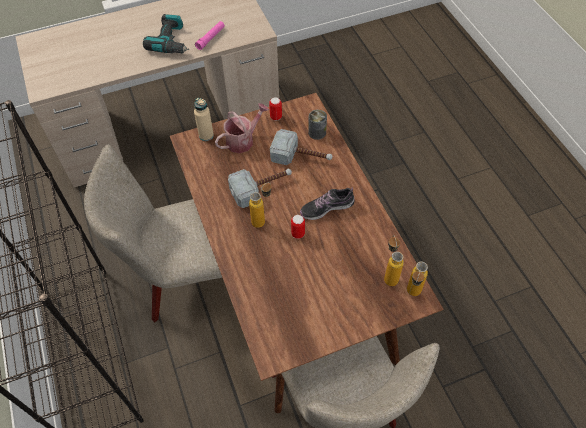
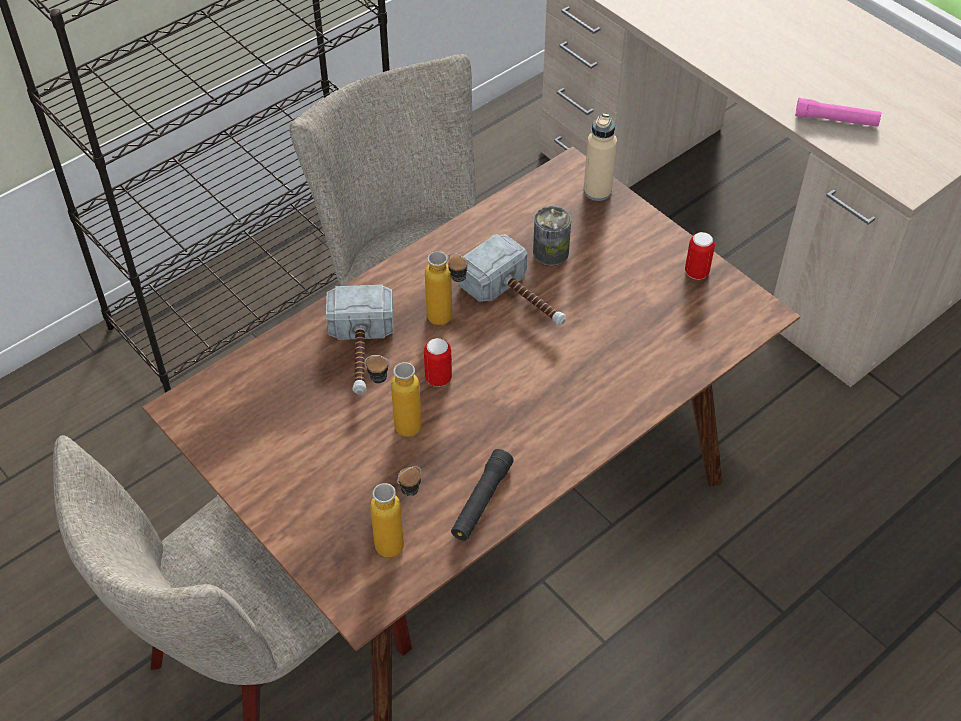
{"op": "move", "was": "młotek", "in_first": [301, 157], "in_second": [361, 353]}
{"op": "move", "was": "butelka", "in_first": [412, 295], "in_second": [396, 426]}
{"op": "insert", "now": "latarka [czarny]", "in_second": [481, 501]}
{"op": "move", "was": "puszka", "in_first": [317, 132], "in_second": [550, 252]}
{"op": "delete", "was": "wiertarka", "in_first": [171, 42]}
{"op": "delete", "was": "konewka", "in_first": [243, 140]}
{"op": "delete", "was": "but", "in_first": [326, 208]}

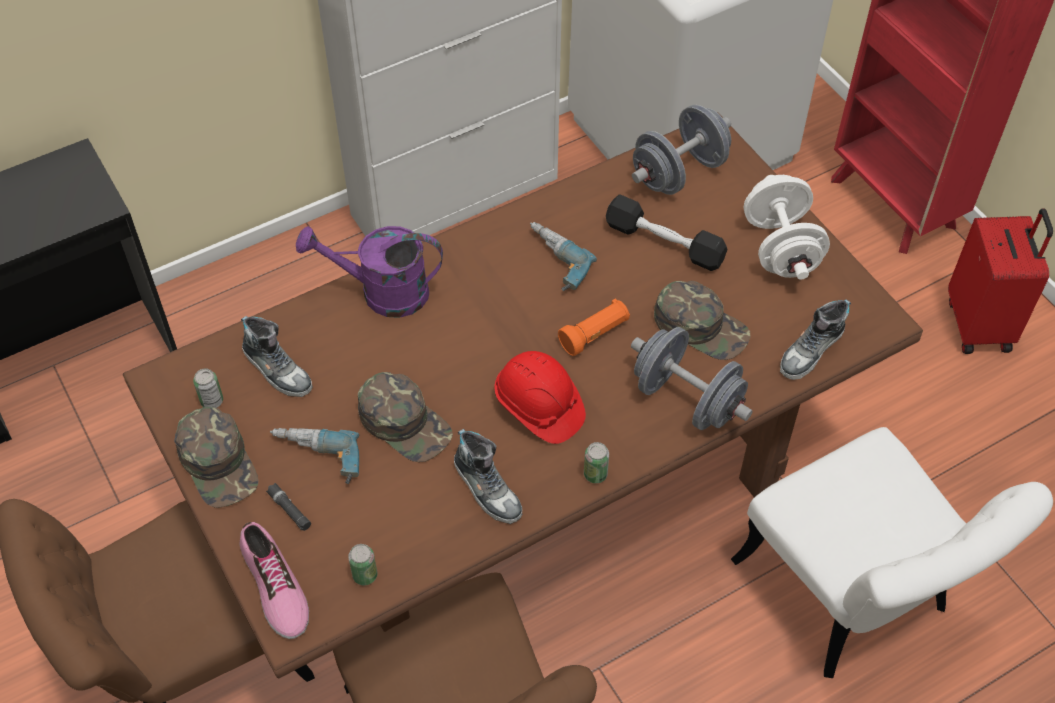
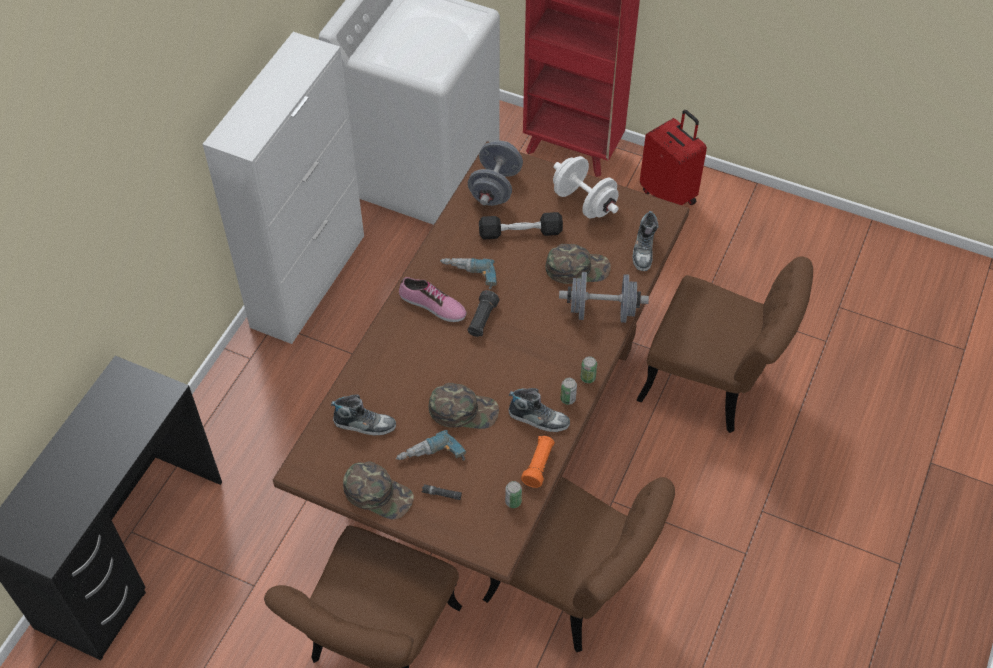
{"op": "move", "was": "but", "in_first": [274, 587], "in_second": [432, 306]}
{"op": "insert", "now": "latarka [czarny]", "in_second": [482, 320]}
{"op": "move", "was": "latarka [pomarańczowy]", "in_first": [594, 335], "in_second": [539, 465]}
{"op": "move", "was": "puszka", "in_first": [212, 401], "in_second": [568, 399]}
{"op": "recolor", "was": "krzesło [biały]", "now": "krzesło [brązowy]", "in_first": [854, 601], "in_second": [715, 384]}
{"op": "delete", "was": "konewka [fioletowy]", "in_first": [382, 293]}
{"op": "delete", "was": "kask [czerwony]", "in_first": [539, 407]}

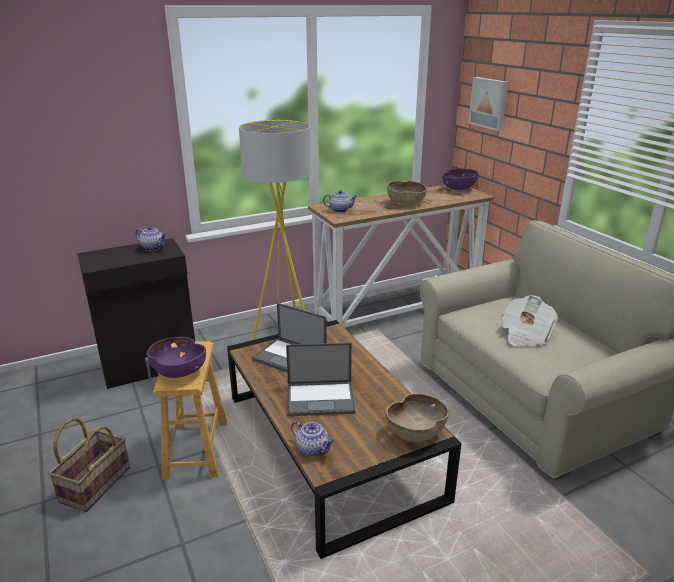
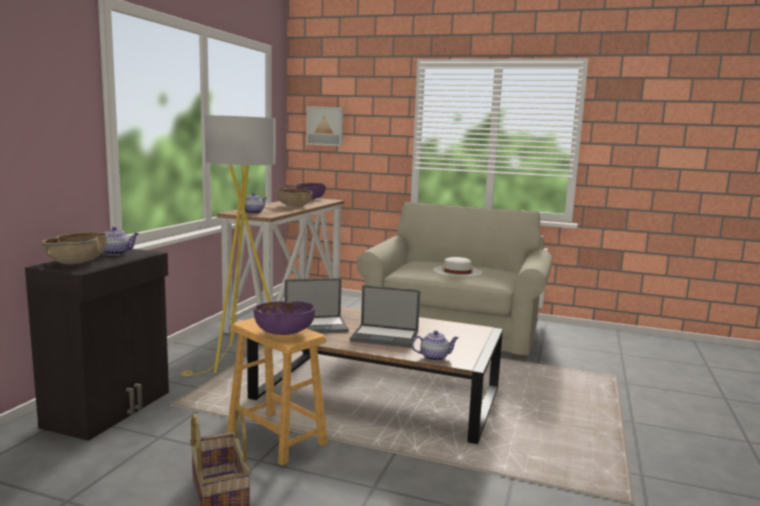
{"op": "move", "was": "miska [brązowy]", "in_first": [416, 432], "in_second": [77, 263]}
{"op": "rotate", "was": "laptop", "in_first": [321, 398], "in_second": [385, 336], "clockwise": 60}
{"op": "replace", "was": "gazeta", "now": "kapelusz [biały]", "in_first": [525, 334], "in_second": [457, 271]}

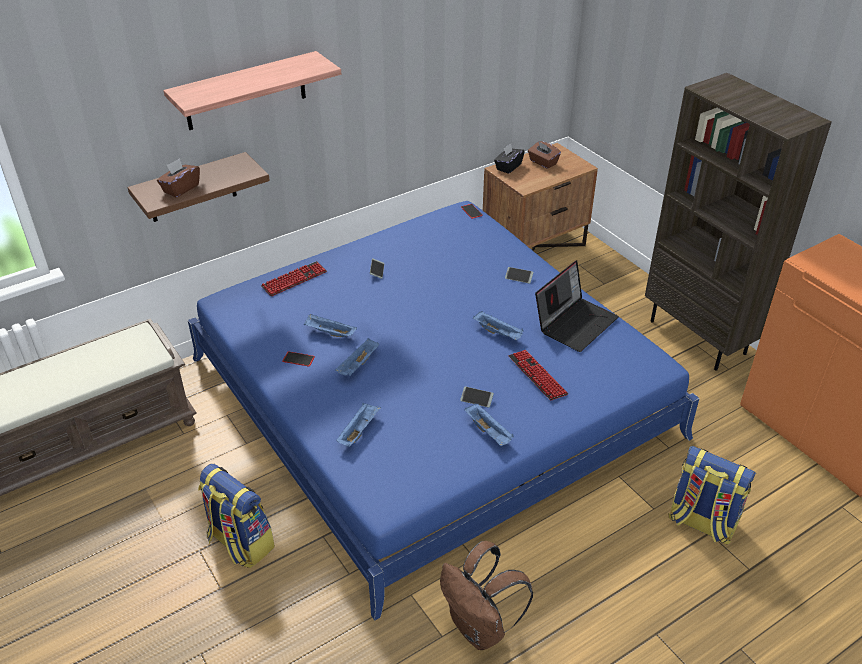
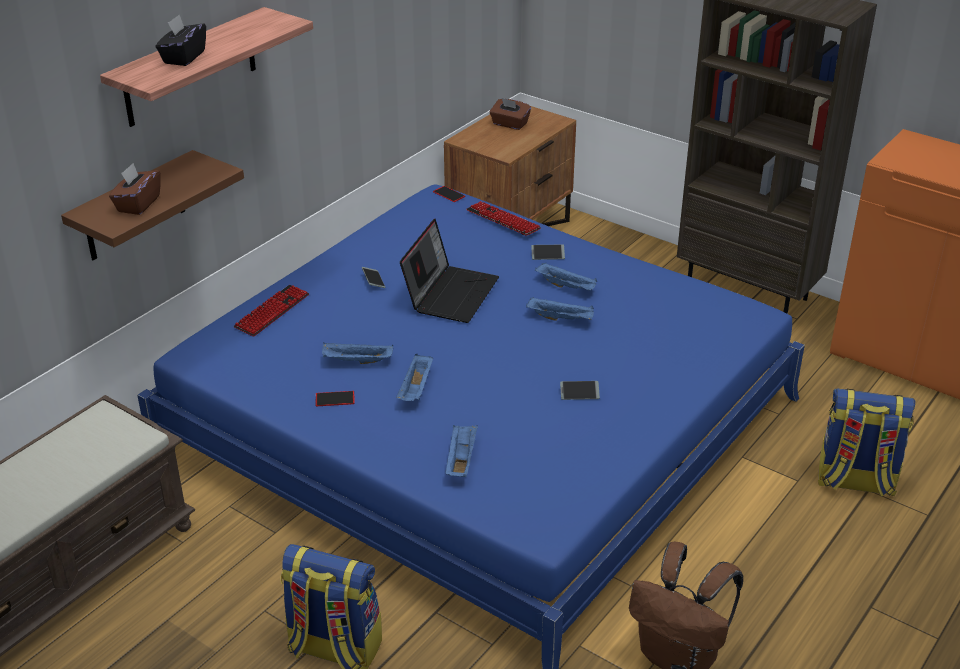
{"op": "move", "was": "pudełko chusteczek [czarny]", "in_first": [508, 167], "in_second": [183, 57]}
{"op": "move", "was": "laptop", "in_first": [575, 322], "in_second": [450, 293]}
{"op": "move", "was": "klawiatura", "in_first": [537, 376], "in_second": [503, 220]}
{"op": "move", "was": "taca [niebieski]", "in_first": [489, 432], "in_second": [566, 286]}

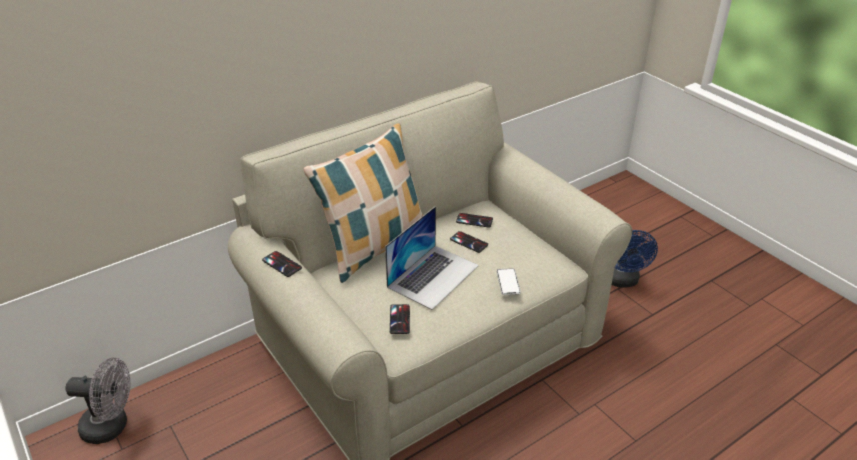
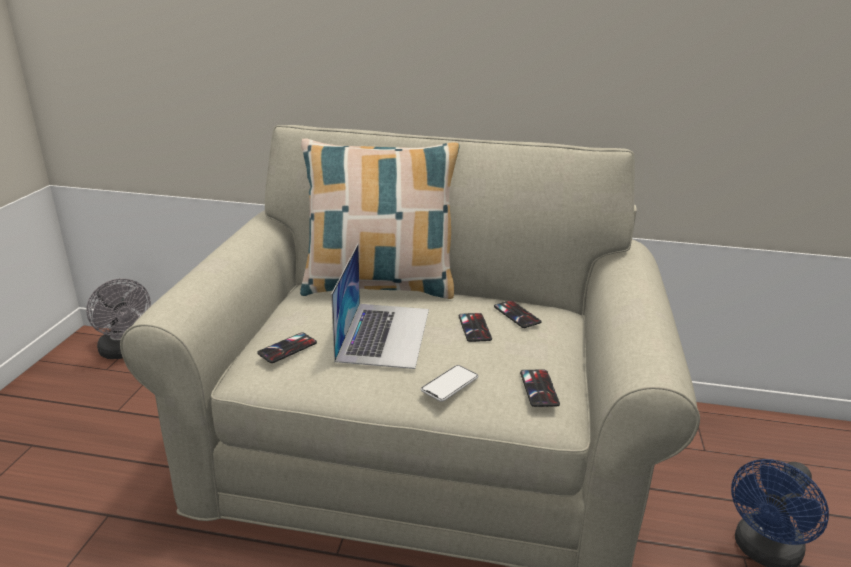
{"op": "rotate", "was": "laptop", "in_first": [433, 276], "in_second": [384, 334], "clockwise": -75}
{"op": "move", "was": "telefon", "in_first": [282, 264], "in_second": [539, 388]}

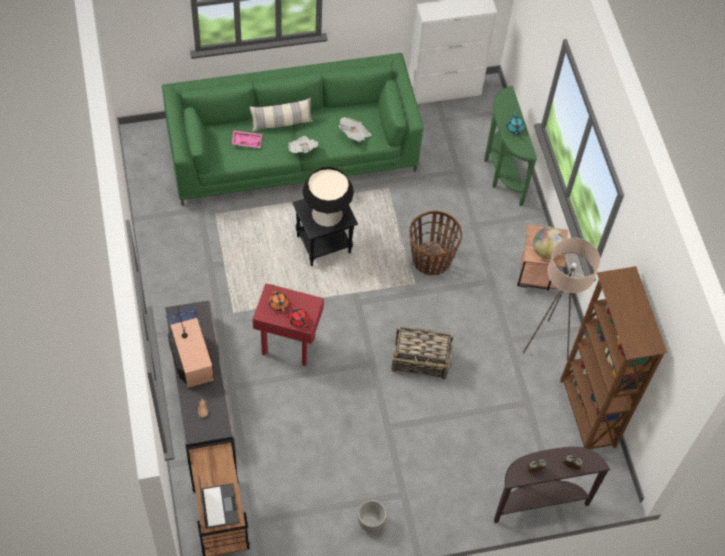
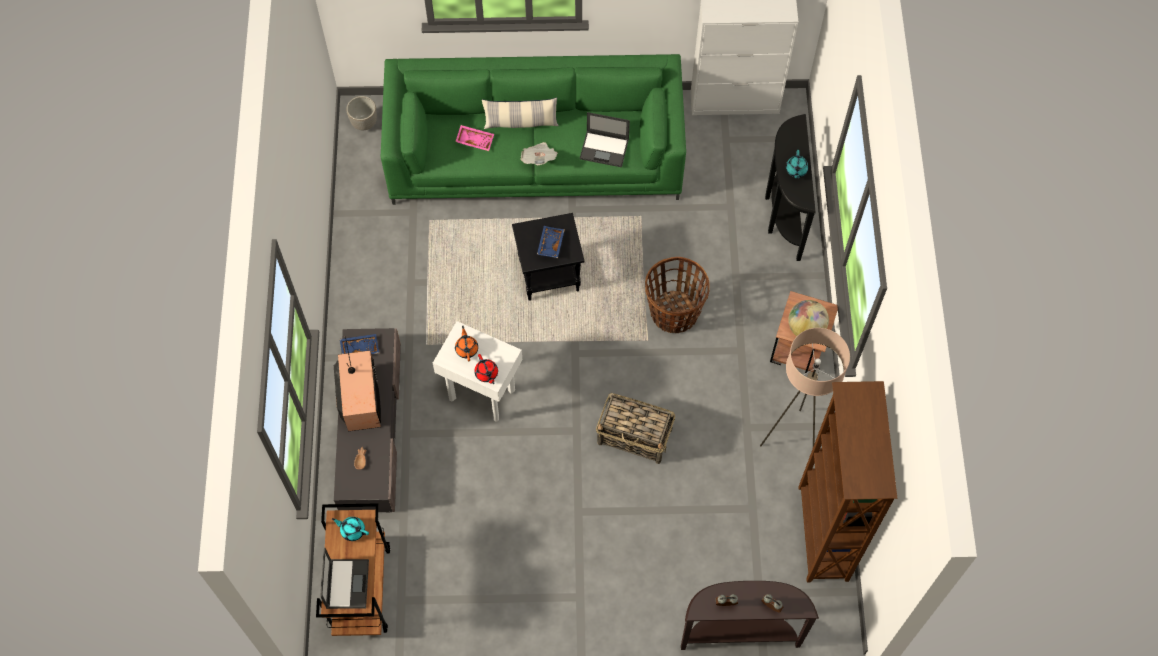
{"op": "insert", "now": "imbryk [turkusowy]", "in_second": [352, 530]}
{"op": "move", "was": "donica", "in_first": [371, 522], "in_second": [364, 123]}
{"op": "recolor", "was": "stolik [czerwony]", "now": "stolik [biały]", "in_first": [288, 345], "in_second": [482, 393]}
{"op": "replace", "was": "lampa stołowa", "now": "taca [niebieski]", "in_first": [327, 214], "in_second": [550, 244]}
{"op": "replace", "was": "gazeta", "now": "laptop", "in_first": [354, 135], "in_second": [605, 149]}
{"op": "recolor", "was": "stolik konsolowy [zielony]", "now": "stolik konsolowy [czarny]", "in_first": [500, 172], "in_second": [782, 215]}

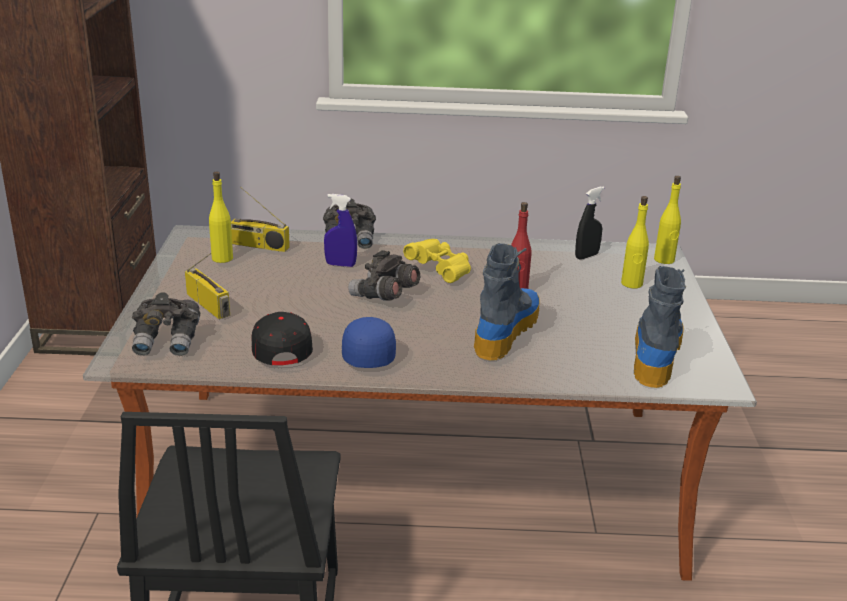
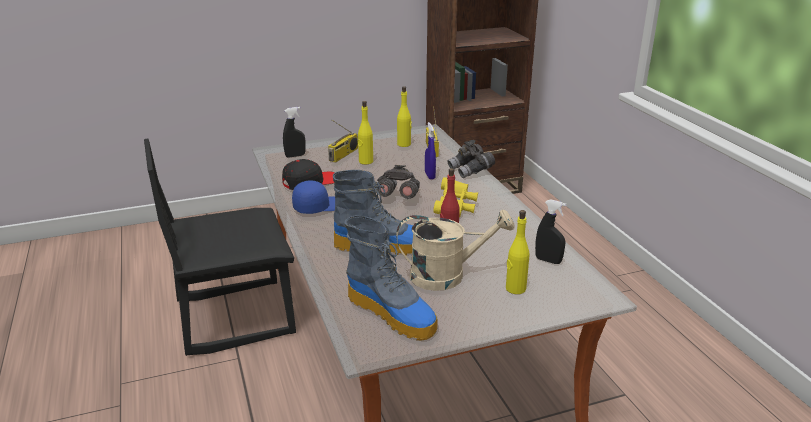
{"op": "replace", "was": "lornetka [szary]", "now": "spryskiwacz [czarny]", "in_first": [168, 342], "in_second": [295, 156]}
{"op": "rotate", "was": "but z cholewką", "in_first": [655, 354], "in_second": [392, 314], "clockwise": 45}
{"op": "move", "was": "butelka [żółty]", "in_first": [664, 260], "in_second": [365, 161]}
{"op": "insert", "now": "konewka [beżowy]", "in_second": [447, 275]}

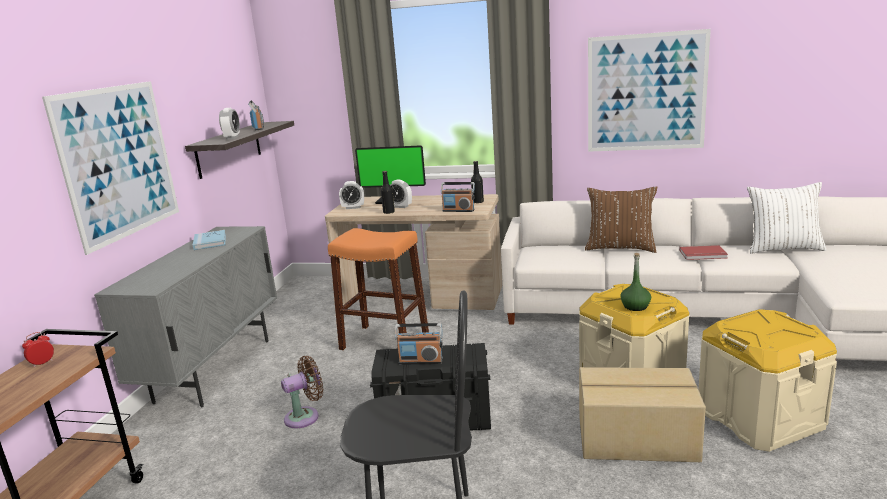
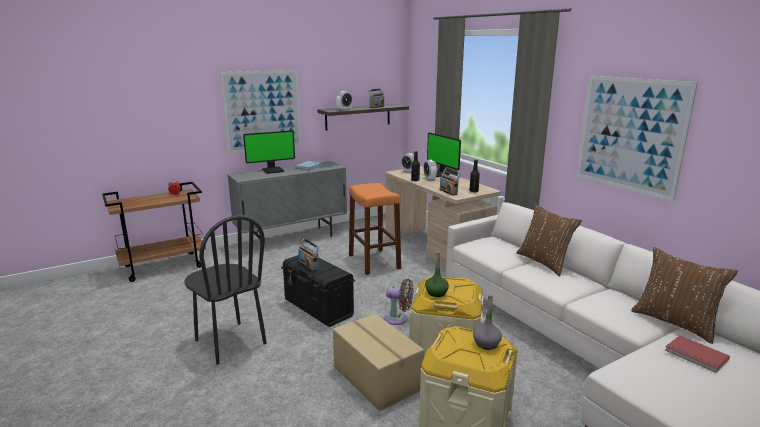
{"op": "insert", "now": "monitor", "in_second": [273, 170]}
{"op": "move", "was": "wentylator [brązowy]", "in_first": [305, 416], "in_second": [398, 319]}
{"op": "insert", "now": "butelka [szary]", "in_second": [486, 343]}
{"op": "recolor", "was": "poduszka [biały]", "now": "poduszka [brązowy]", "in_first": [783, 248], "in_second": [674, 323]}
{"op": "move", "was": "książka [czerwony]", "in_first": [703, 255], "in_second": [695, 356]}

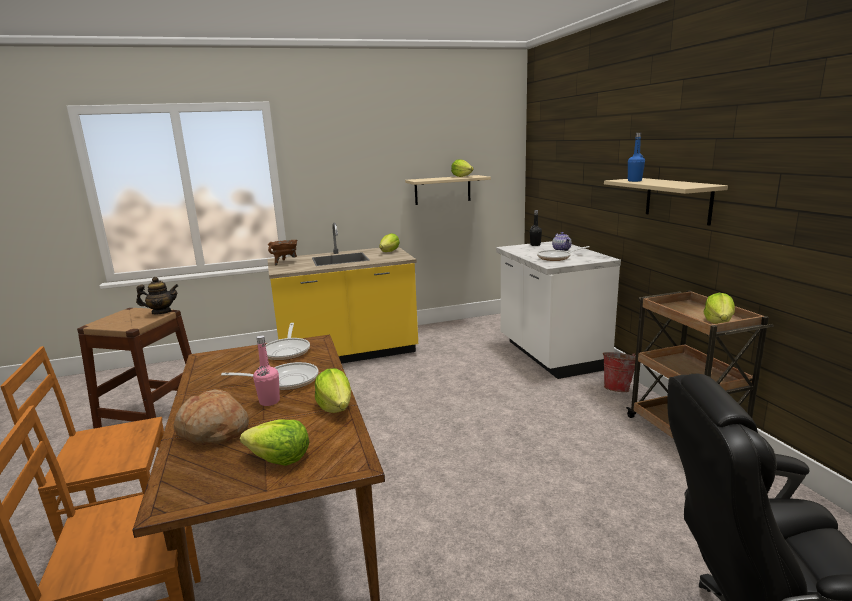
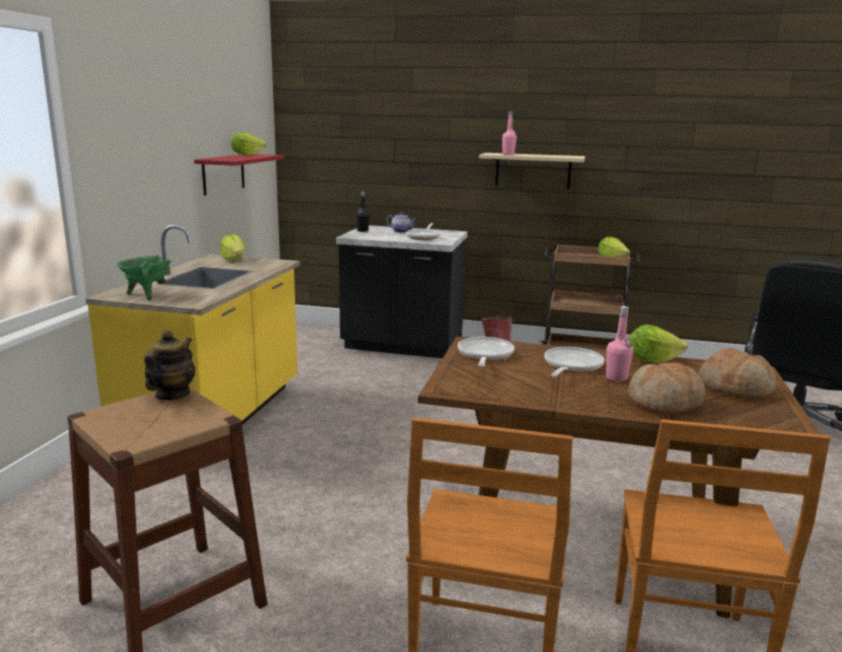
{"op": "recolor", "was": "garnek [brązowy]", "now": "garnek [zielony]", "in_first": [285, 262], "in_second": [146, 295]}
{"op": "recolor", "was": "półka [beżowy]", "now": "półka [czerwony]", "in_first": [442, 190], "in_second": [223, 174]}
{"op": "recolor", "was": "zabudowa kuchenna [biały]", "now": "zabudowa kuchenna [czarny]", "in_first": [550, 355], "in_second": [402, 346]}
{"op": "rotate", "was": "patelnia", "in_first": [287, 351], "in_second": [484, 356], "clockwise": -105}
{"op": "recolor", "was": "butelka [niebieski]", "now": "butelka [różowy]", "in_first": [634, 181], "in_second": [508, 154]}
{"op": "replace", "was": "sałata", "now": "chleb", "in_first": [279, 459], "in_second": [735, 388]}

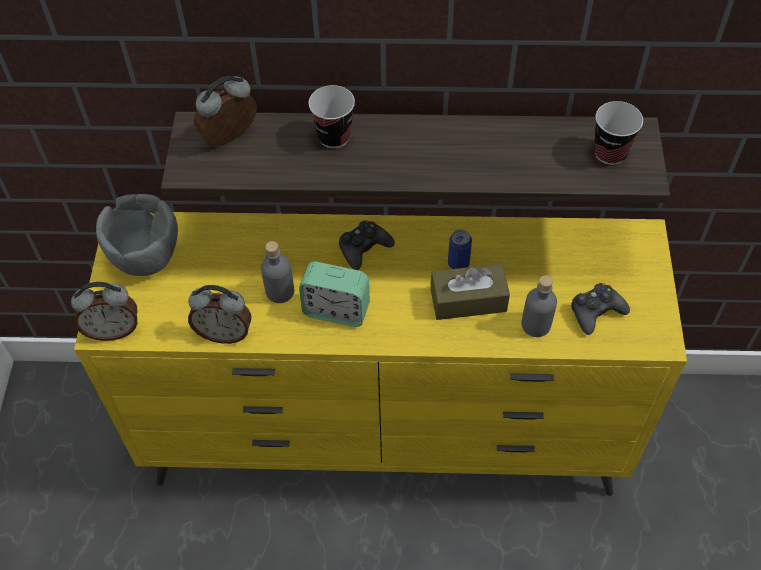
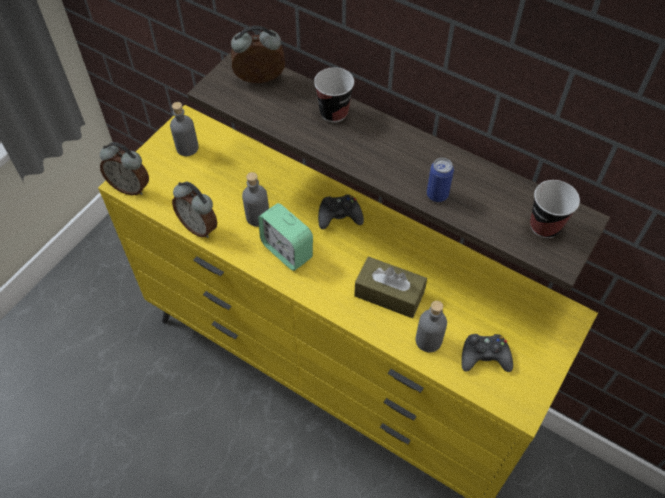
{"op": "replace", "was": "miska [szary]", "now": "butelka [szary]", "in_first": [146, 256], "in_second": [187, 148]}
{"op": "move", "was": "puszka", "in_first": [458, 263], "in_second": [437, 195]}

